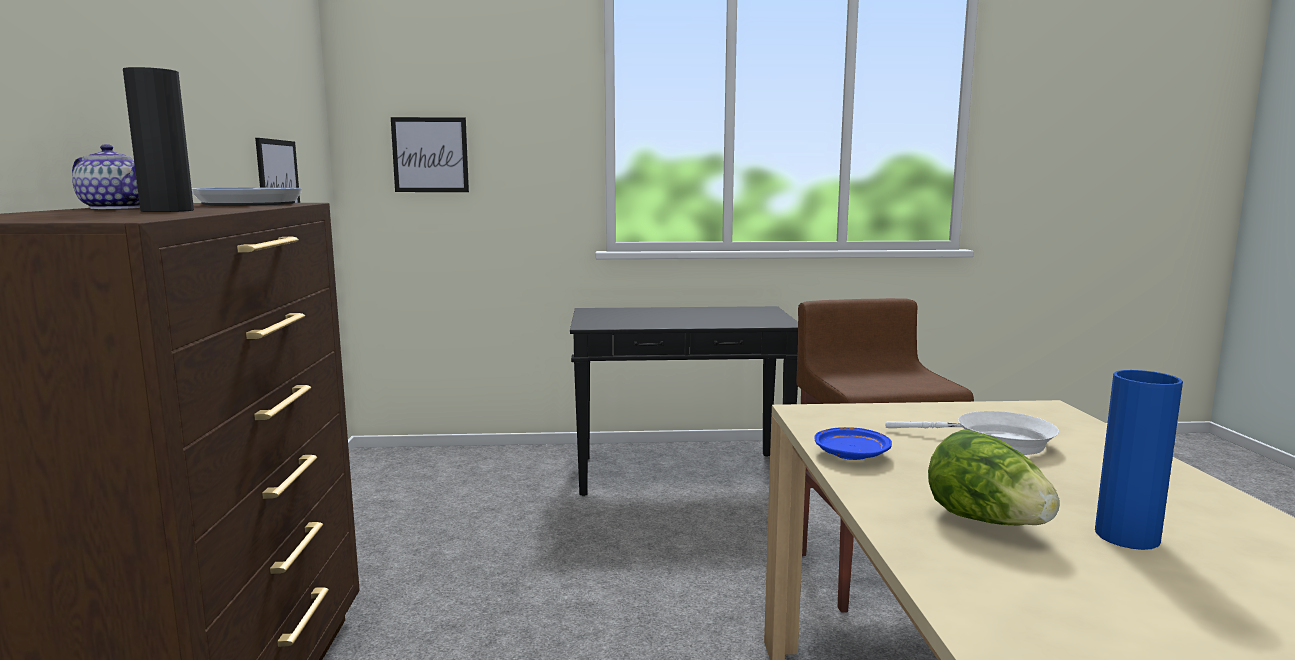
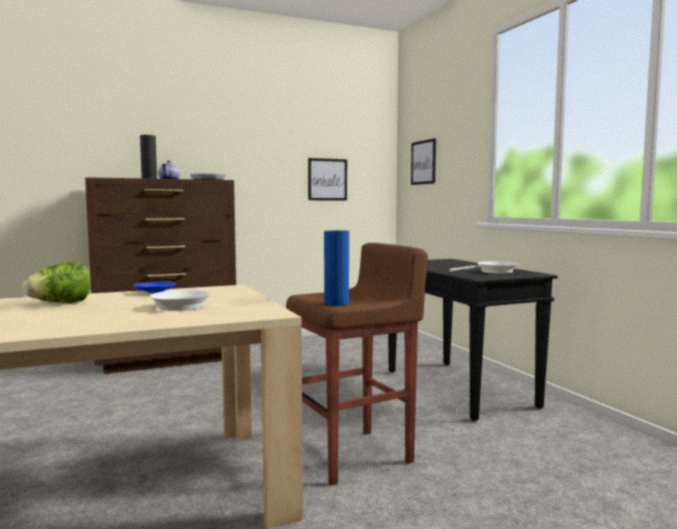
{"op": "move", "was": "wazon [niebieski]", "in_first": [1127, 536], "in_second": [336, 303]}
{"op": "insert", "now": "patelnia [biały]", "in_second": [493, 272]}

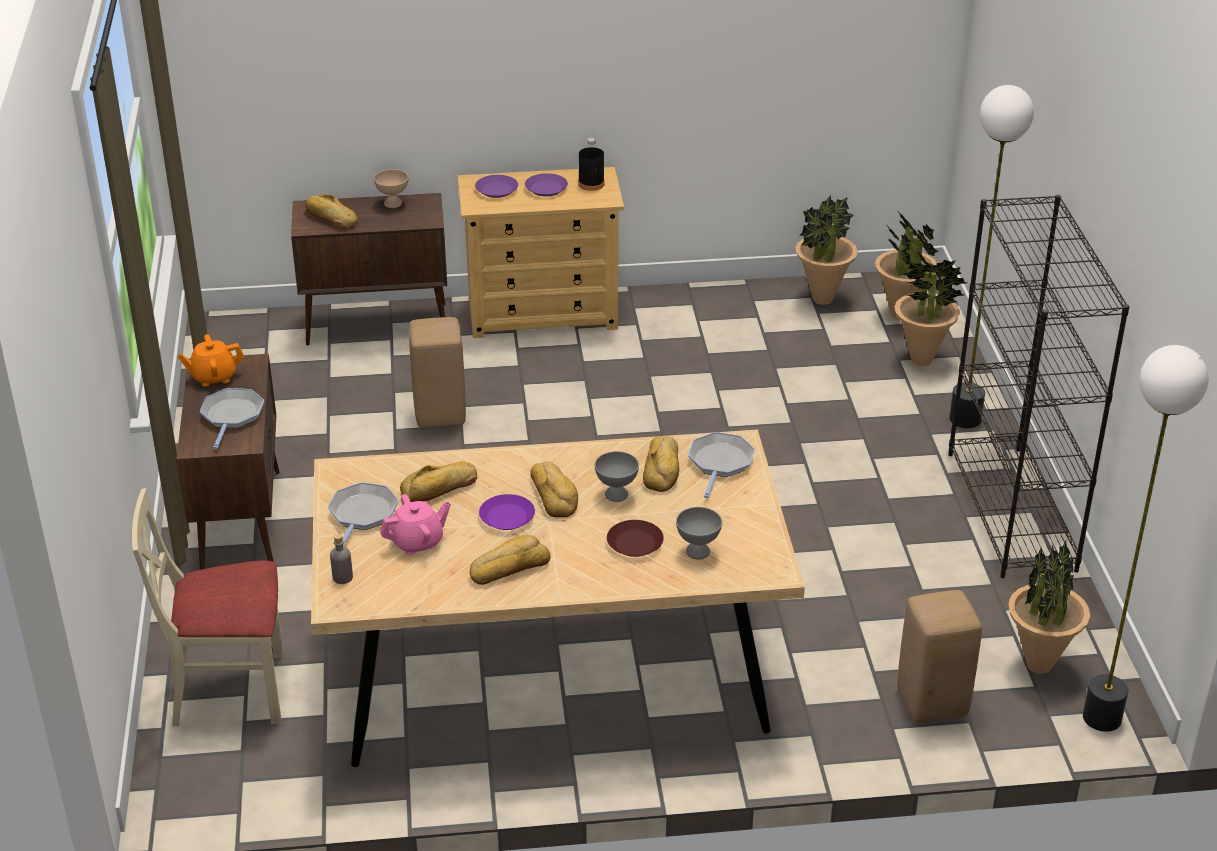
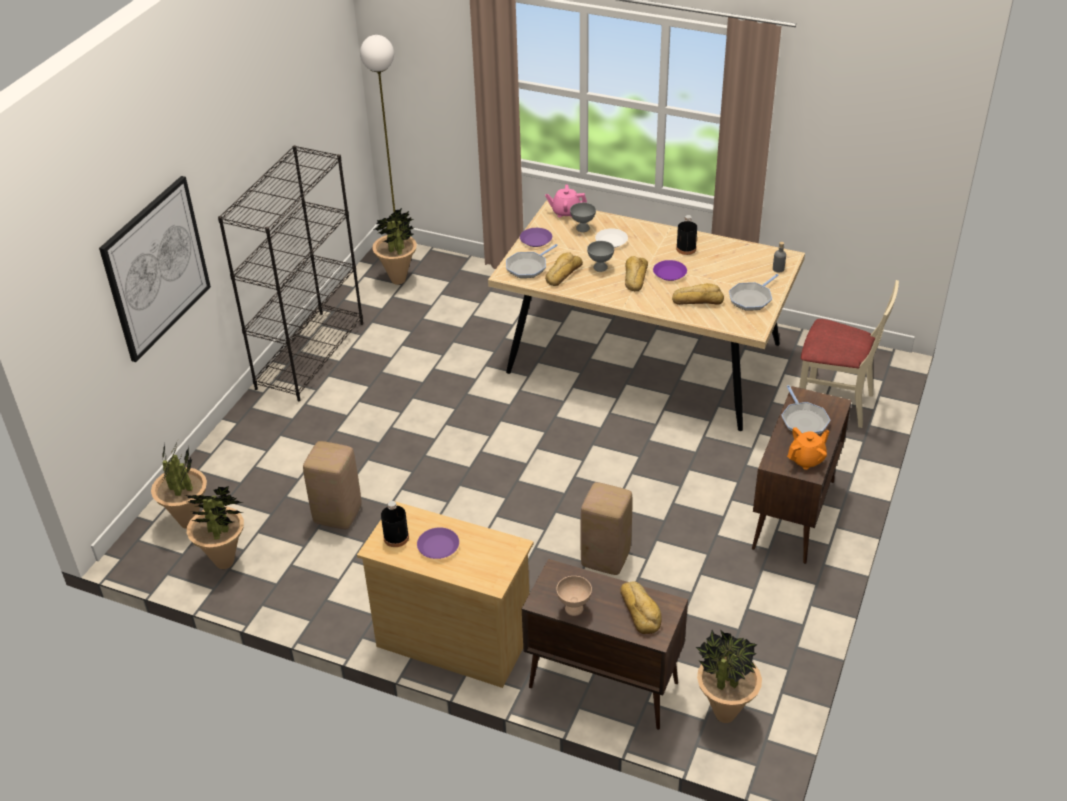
{"op": "insert", "now": "obraz", "in_second": [156, 268]}
{"op": "move", "was": "stołek [beżowy]", "in_first": [931, 704], "in_second": [339, 514]}
{"op": "move", "was": "talerz [fioletowy]", "in_first": [496, 190], "in_second": [536, 240]}
{"op": "move", "was": "imbryk [różowy]", "in_first": [417, 542], "in_second": [566, 212]}
{"op": "recolor", "was": "talerz [brązowy]", "now": "talerz [biały]", "in_first": [634, 543], "in_second": [611, 241]}
{"op": "replace", "was": "chleb", "now": "butelka [czarny]", "in_first": [508, 567], "in_second": [686, 249]}
{"op": "move", "was": "roślina doniczkowa", "in_first": [921, 360], "in_second": [724, 714]}
{"op": "rotate", "was": "patelnia", "in_first": [232, 416], "in_second": [803, 420], "clockwise": -45}
{"op": "rotate", "was": "imbryk [pomarańczowy]", "in_first": [213, 377], "in_second": [806, 459], "clockwise": -45}
{"op": "delete", "was": "lampa stojąca", "in_first": [964, 418]}

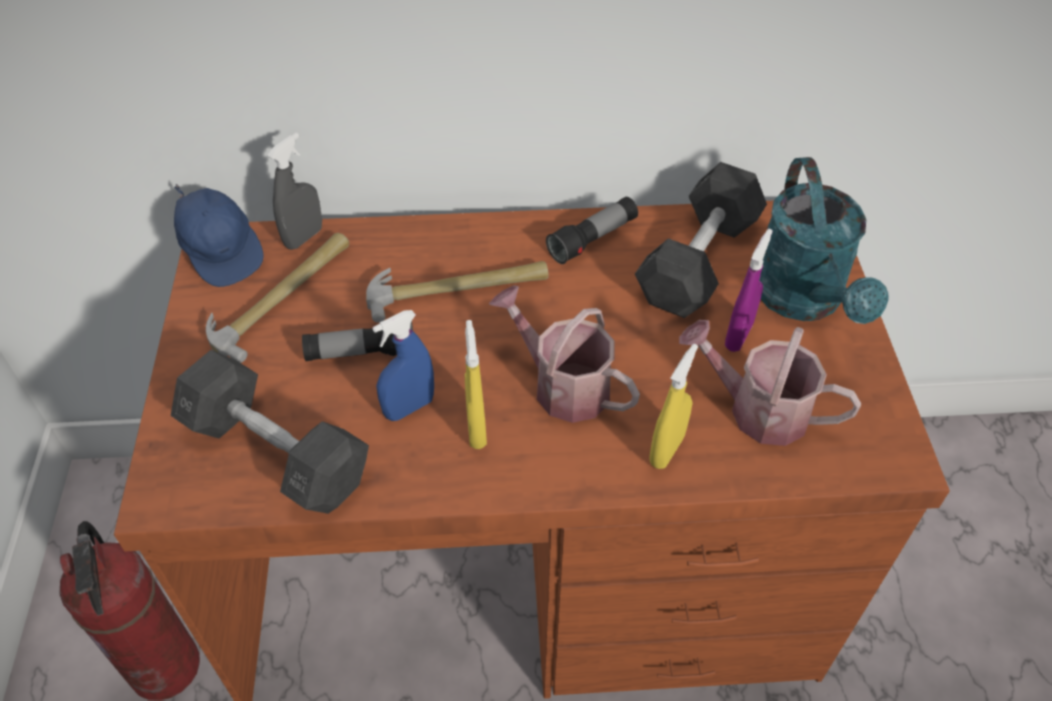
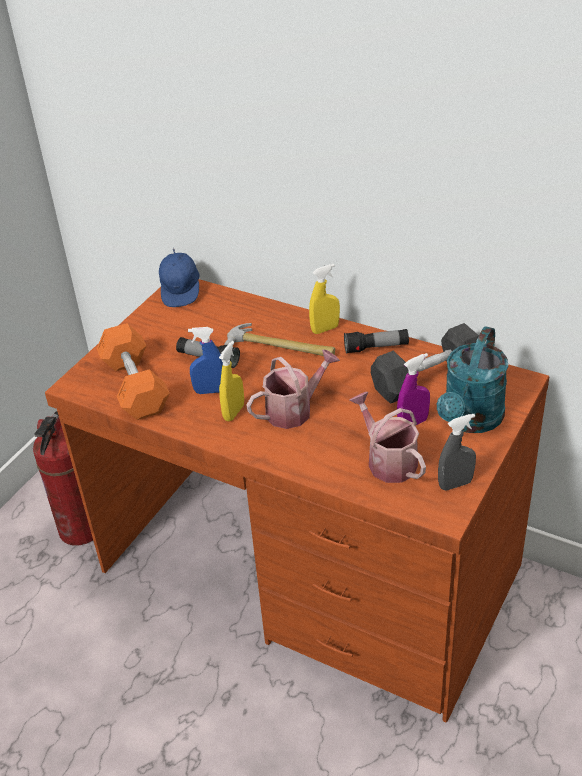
{"op": "recolor", "was": "hantel [szary]", "now": "hantel [pomarańczowy]", "in_first": [276, 452], "in_second": [135, 386]}
{"op": "rotate", "was": "konewka", "in_first": [563, 385], "in_second": [294, 410], "clockwise": 75}
{"op": "move", "was": "spryskiwacz [żółty]", "in_first": [666, 450], "in_second": [325, 329]}
{"op": "move", "was": "spryskiwacz [szary]", "in_first": [304, 237], "in_second": [455, 484]}
{"op": "delete", "was": "młotek", "in_first": [283, 297]}

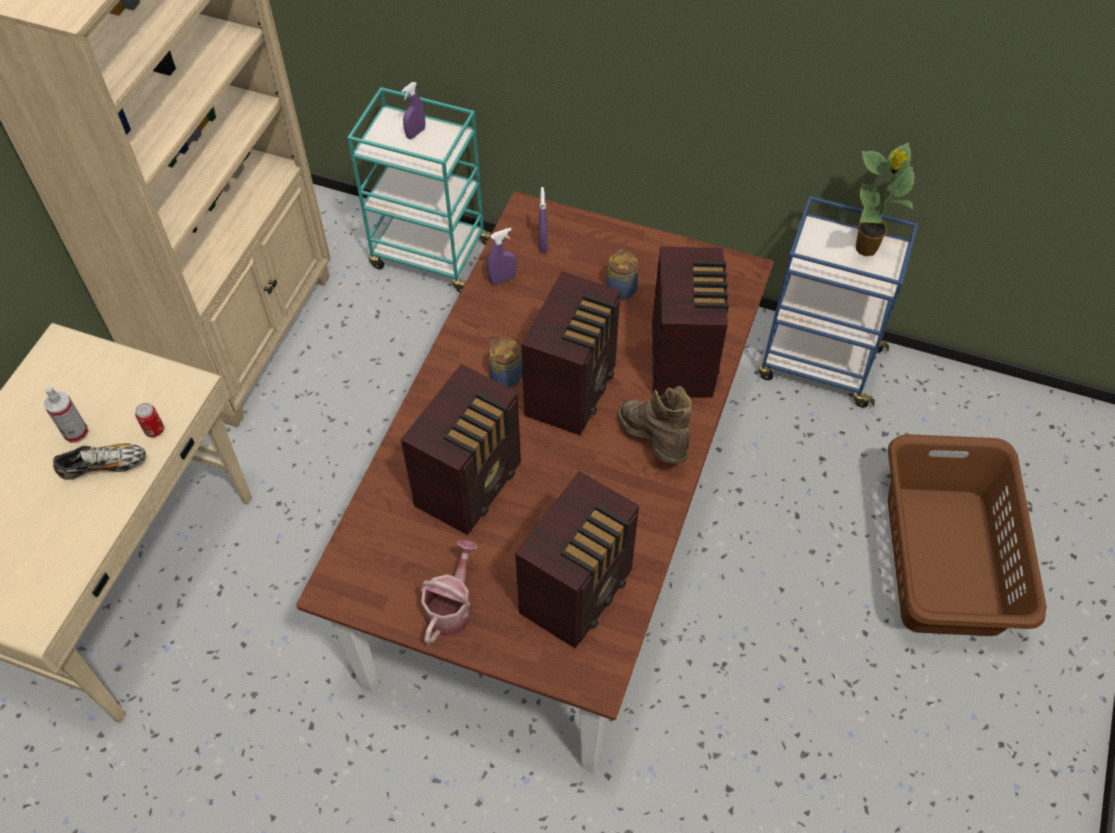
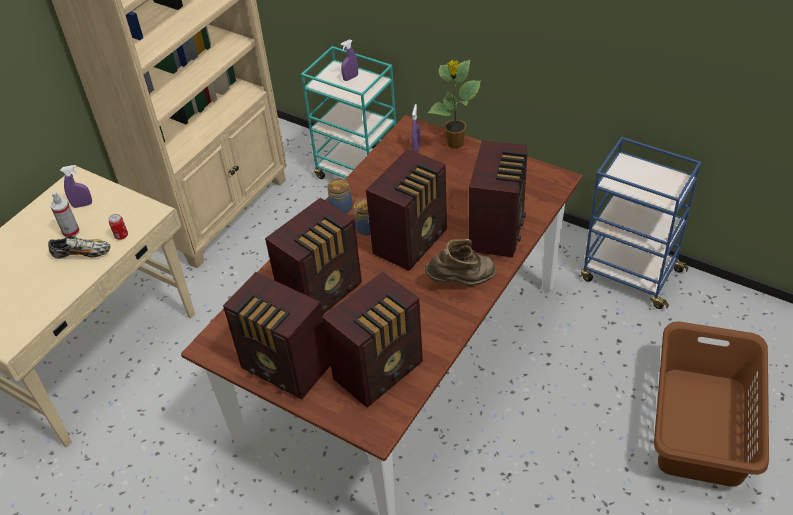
{"op": "move", "was": "spryskiwacz [fioletowy]", "in_first": [502, 279], "in_second": [82, 205]}
{"op": "replace", "was": "konewka", "now": "radio", "in_first": [451, 607], "in_second": [286, 369]}
{"op": "move", "was": "słoik", "in_first": [621, 288], "in_second": [341, 207]}
{"op": "rotate", "was": "but z cholewką [brązowy]", "in_first": [654, 442], "in_second": [462, 281], "clockwise": 90}
{"op": "move", "was": "roślina doniczkowa", "in_first": [866, 249], "in_second": [455, 144]}

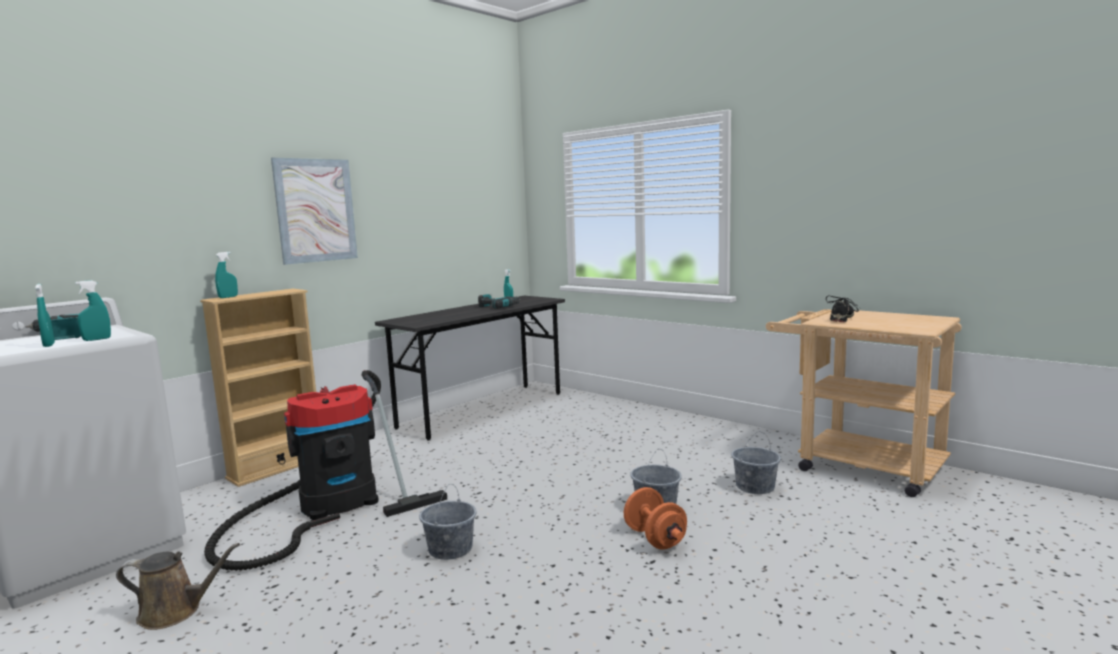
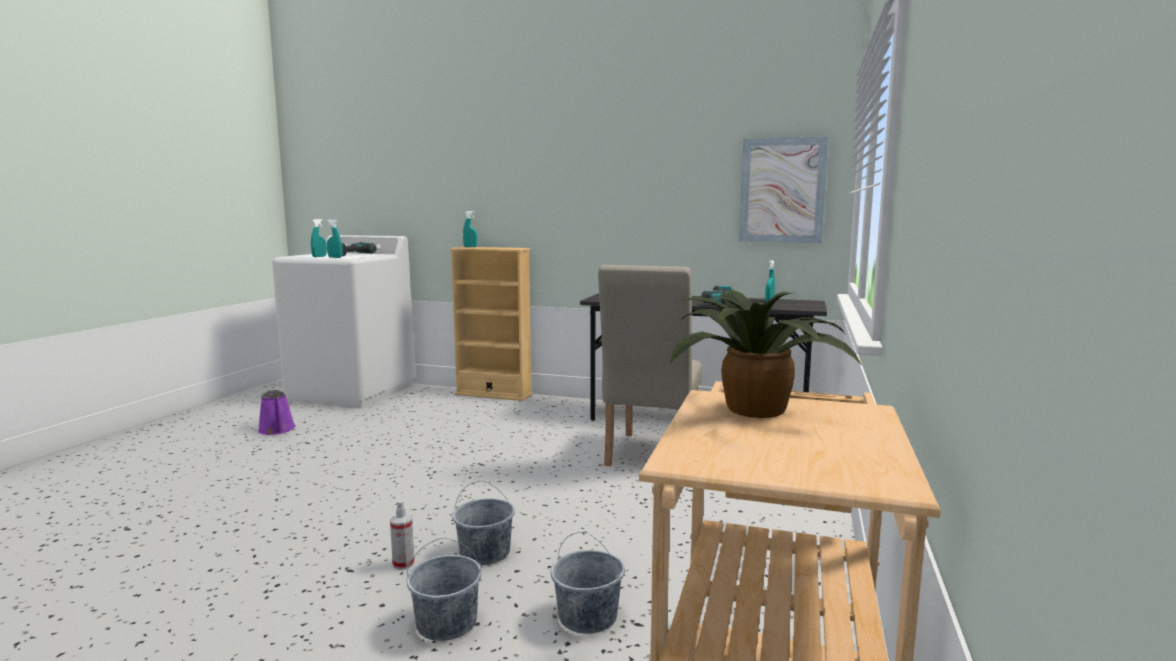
{"op": "recolor", "was": "konewka [brązowy]", "now": "konewka [fioletowy]", "in_first": [175, 612], "in_second": [277, 430]}
{"op": "replace", "was": "hantel [pomarańczowy]", "now": "spryskiwacz", "in_first": [655, 538], "in_second": [403, 564]}
{"op": "move", "was": "wiadro [szary]", "in_first": [450, 548], "in_second": [447, 623]}
{"op": "insert", "now": "krzesło [beżowy]", "in_second": [649, 456]}
{"op": "replace", "was": "but [czarny]", "now": "roślina doniczkowa", "in_first": [842, 319], "in_second": [756, 408]}
{"op": "move", "was": "obraz", "in_first": [315, 210], "in_second": [782, 190]}
{"op": "delete", "was": "odkurzacz", "in_first": [330, 506]}

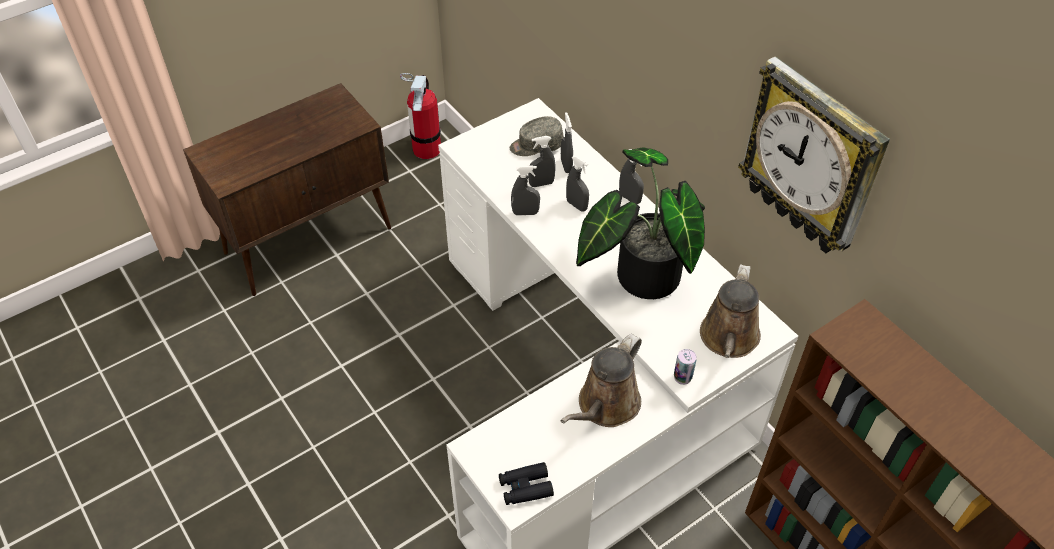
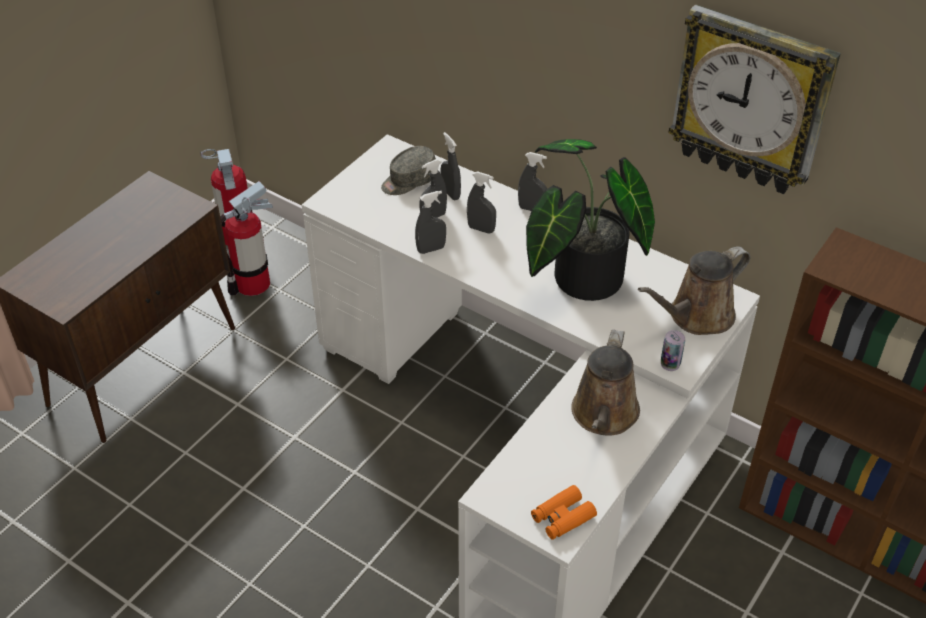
{"op": "insert", "now": "gaśnica", "in_second": [252, 284]}
{"op": "recolor", "was": "lornetka [czarny]", "now": "lornetka [pomarańczowy]", "in_first": [525, 487], "in_second": [562, 517]}
{"op": "rotate", "was": "konewka [brązowy]", "in_first": [728, 339], "in_second": [696, 316], "clockwise": 60}

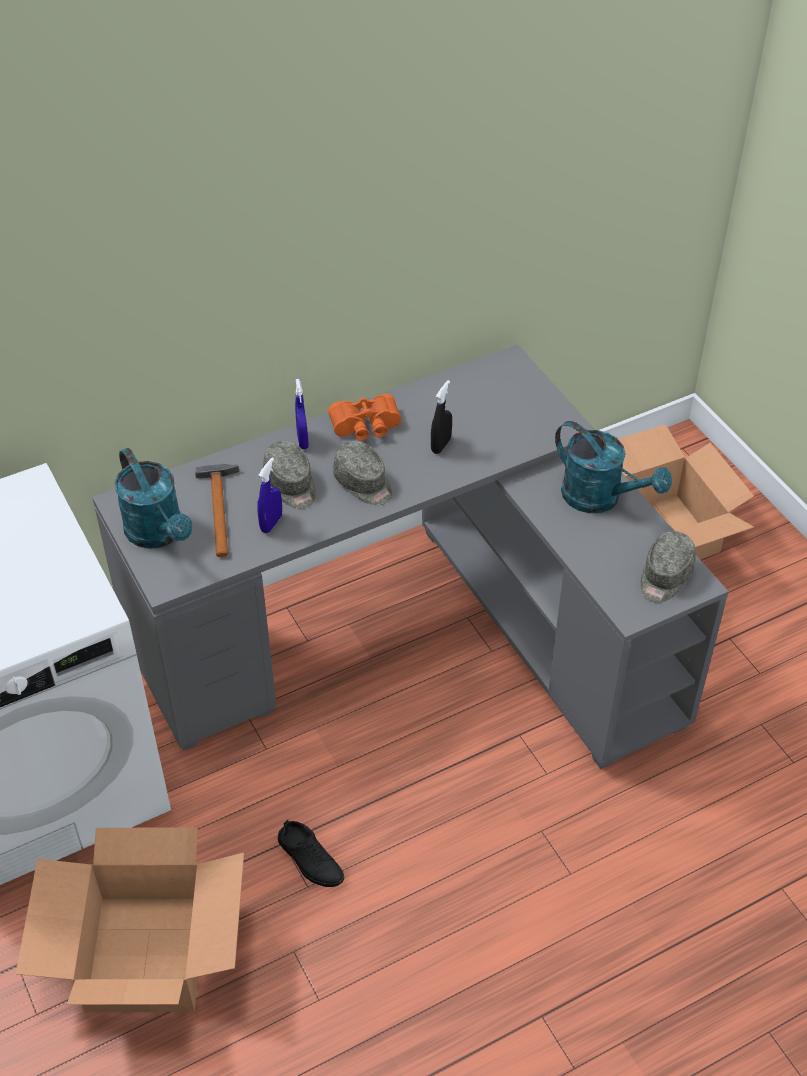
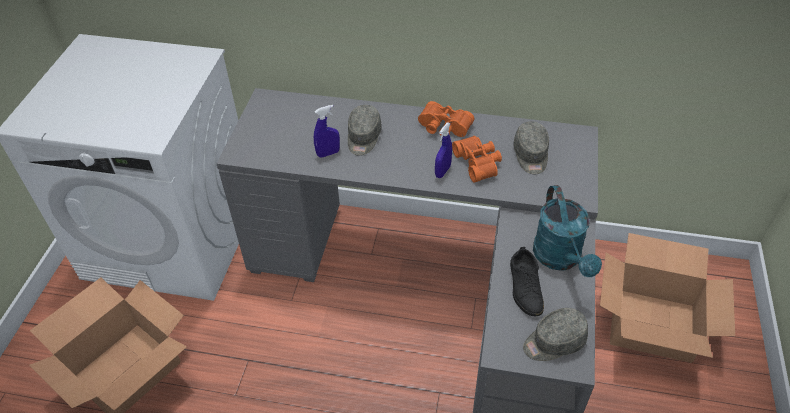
{"op": "move", "was": "spryskiwacz [niebieski]", "in_first": [302, 440], "in_second": [442, 171]}
{"op": "replace", "was": "spryskiwacz [czarny]", "now": "lornetka [pomarańczowy]", "in_first": [441, 445], "in_second": [479, 163]}
{"op": "move", "was": "but [czarny]", "in_first": [310, 859], "in_second": [525, 287]}
{"op": "move", "was": "czapka z daszkiem [szary]", "in_first": [364, 483], "in_second": [531, 155]}
{"op": "delete", "was": "konewka [turkusowy]", "in_first": [159, 534]}
{"op": "delete", "was": "młotek", "in_first": [219, 507]}

